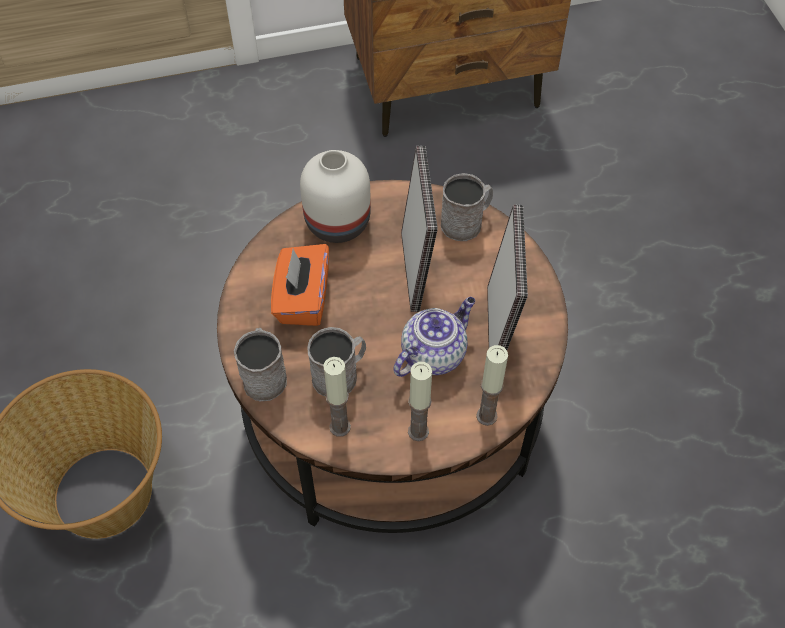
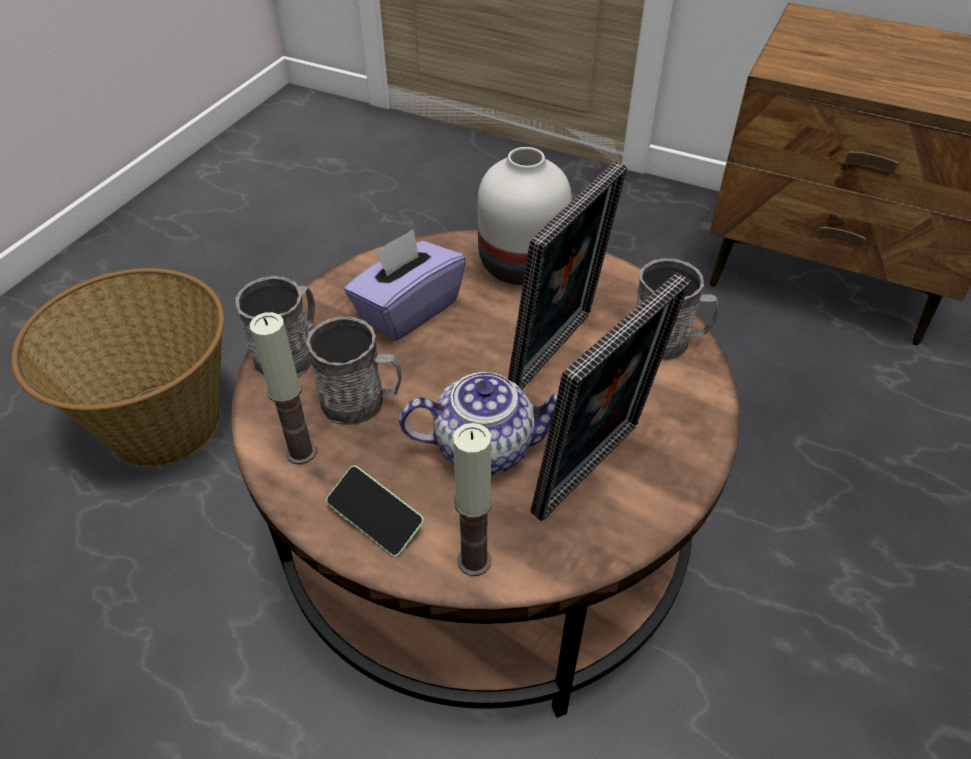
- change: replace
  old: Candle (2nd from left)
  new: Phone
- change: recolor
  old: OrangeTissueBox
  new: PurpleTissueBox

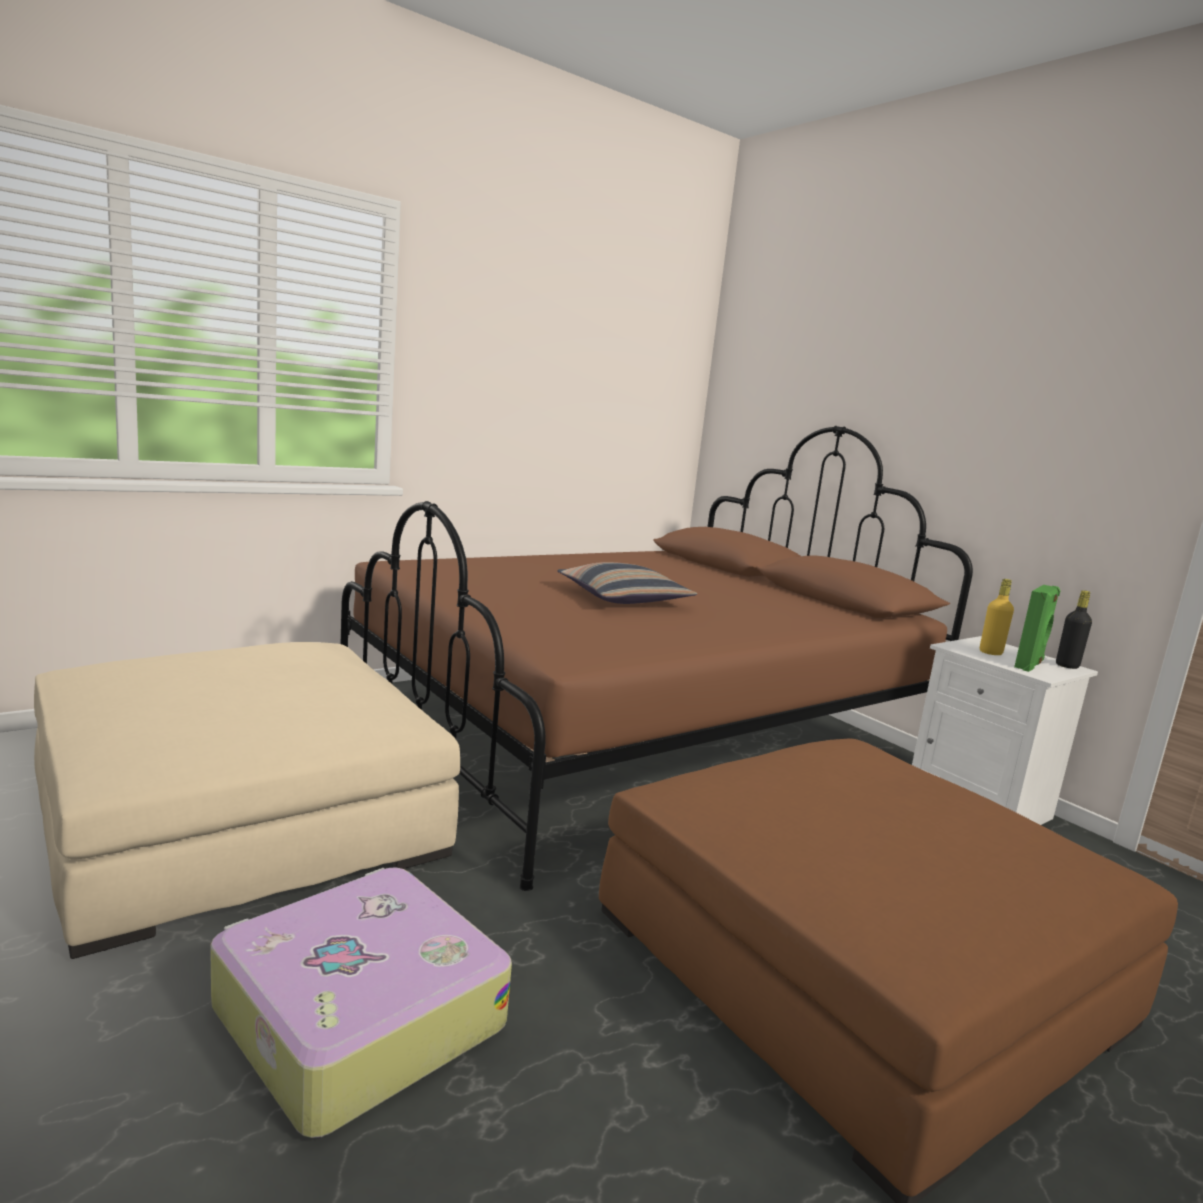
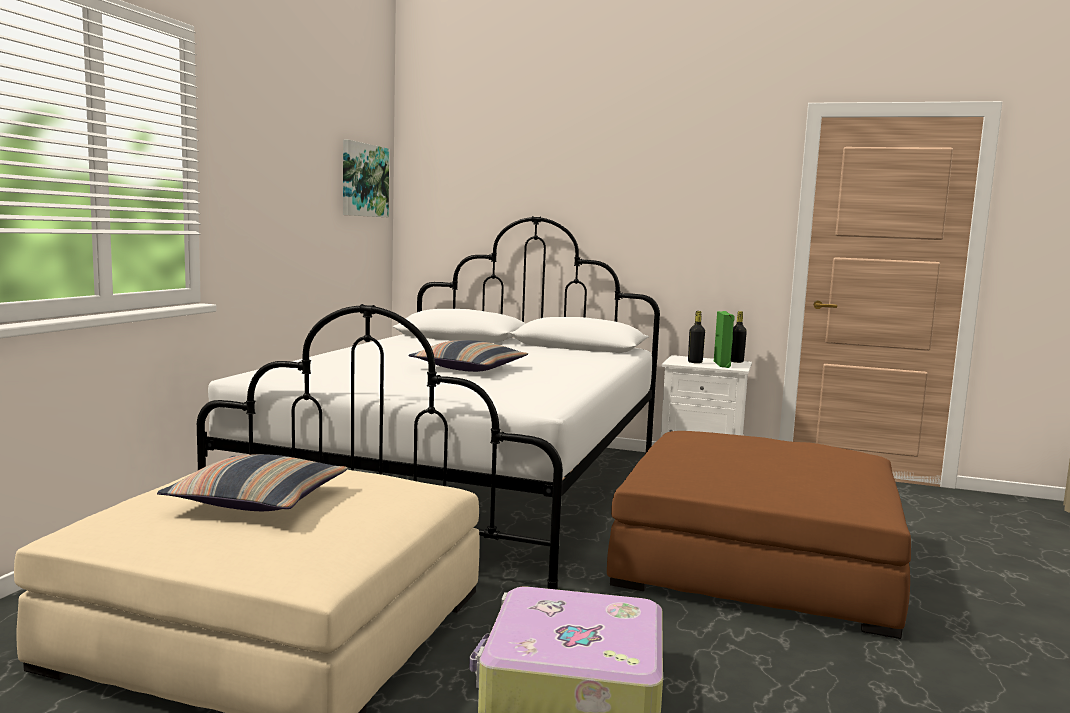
- change: insert
  new: Pillow (1st from left)
- change: recolor
  old: BrownBed
  new: WhiteBed
- change: insert
  new: Picture
- change: recolor
  old: YellowBottle
  new: BlackBottle (1st from left)

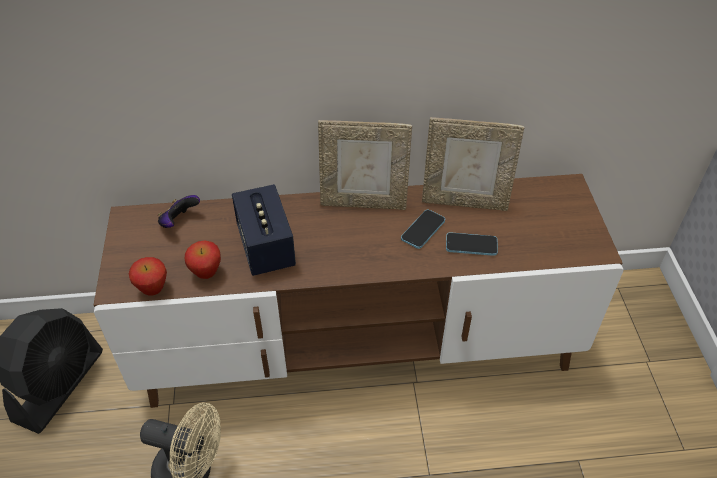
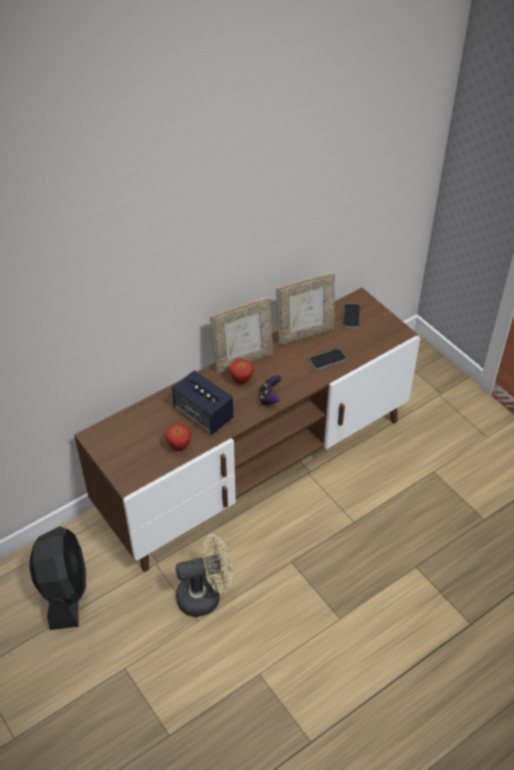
- change: move
  old: Apple (1st from left in the first image)
  new: Apple (2nd from left)
- change: move
  old: GameController
- change: move
  old: Phone (1st from left in the first image)
  new: Phone (2nd from left)

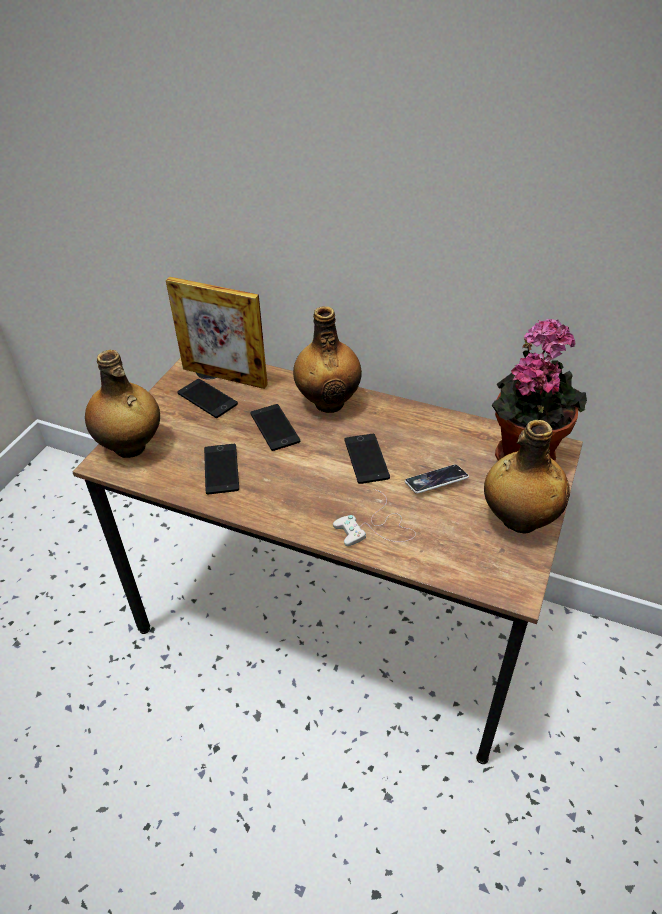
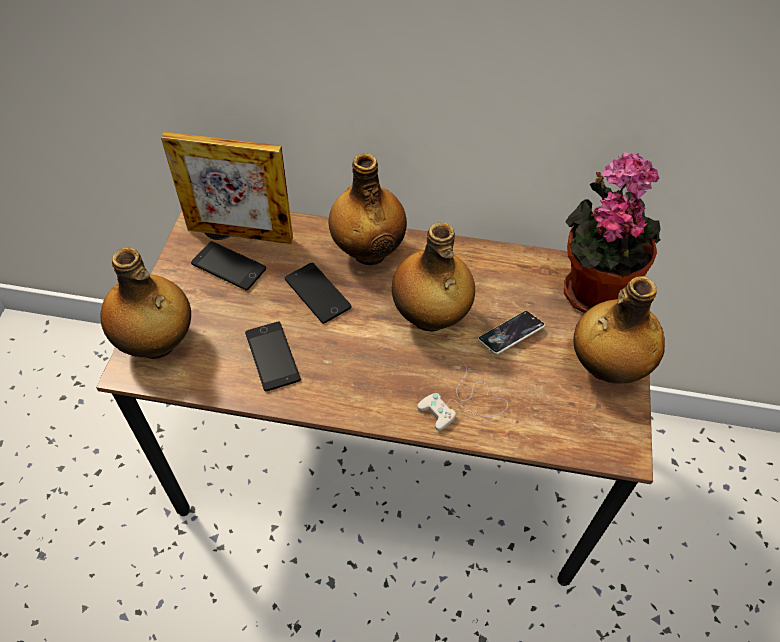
- change: replace
  old: Phone (4th from left)
  new: Bottle (3rd from left)

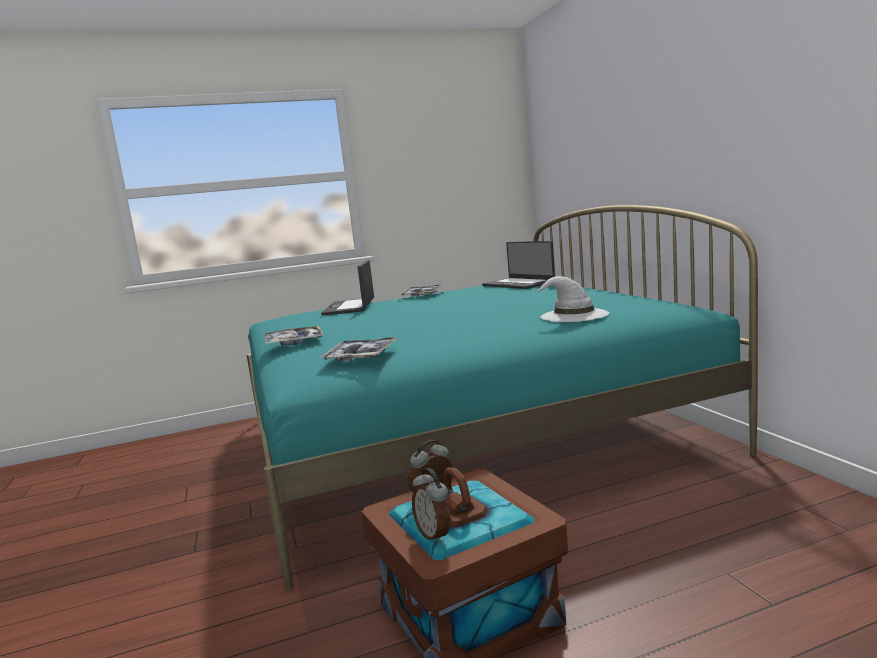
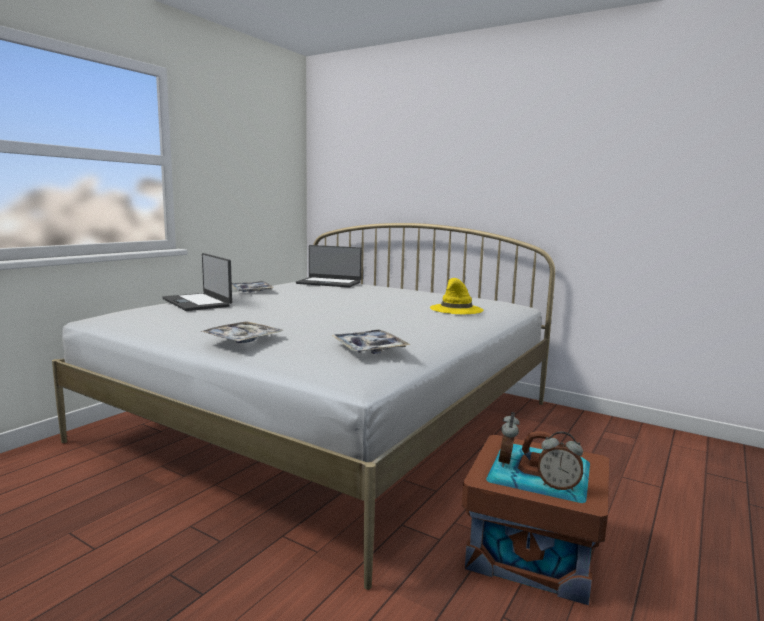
- change: recolor
  old: TurquoiseBed
  new: WhiteBed
- change: recolor
  old: WhiteHat
  new: YellowHat

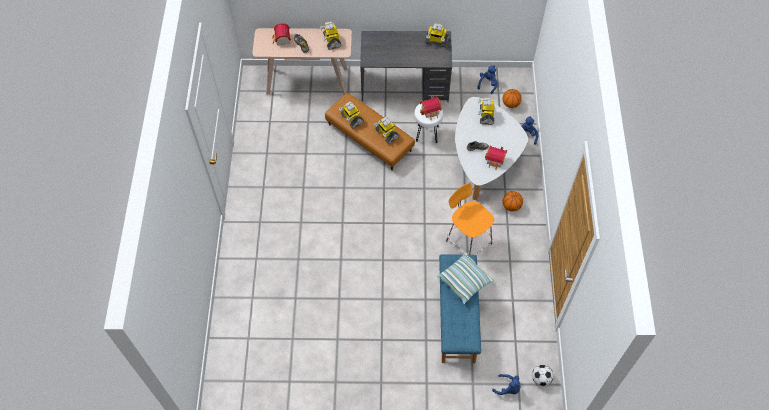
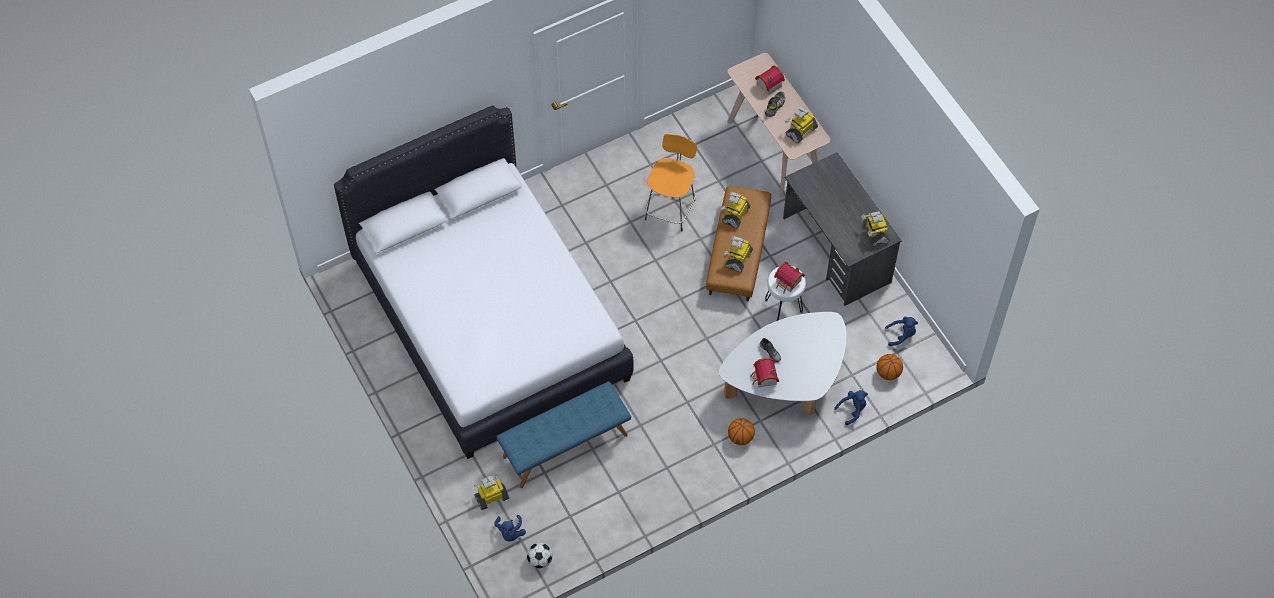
- change: insert
  new: WhiteBed
- change: move
  old: ToyRobot (5th from left in the first image)
  new: ToyRobot (1st from left)
- change: move
  old: OrangeStool
- change: delete
  old: Pillow

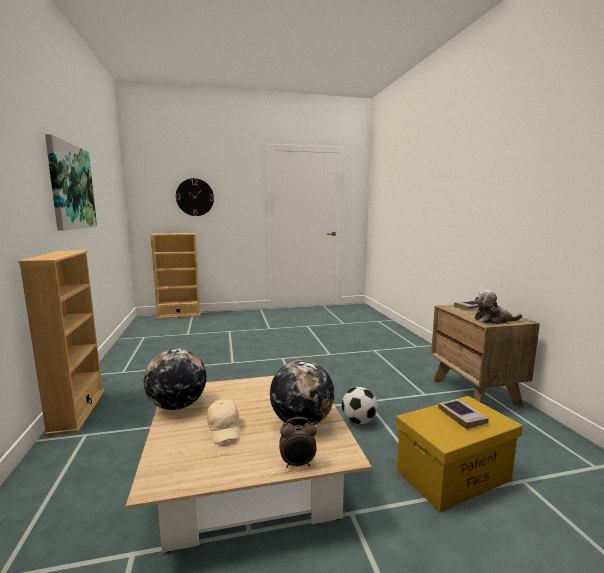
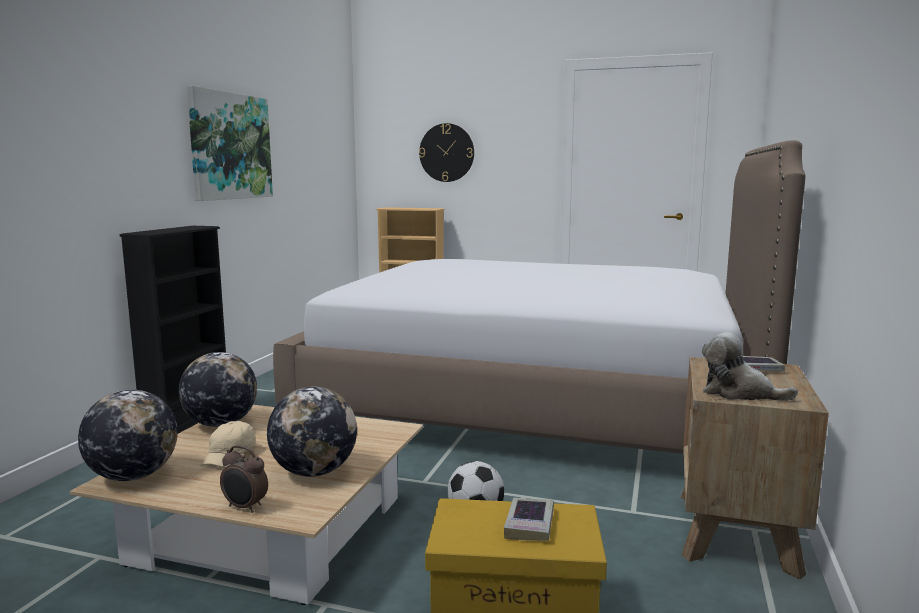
- change: insert
  new: Globe (1st from left)
- change: recolor
  old: BeigeBookcase (1st from left)
  new: BlackBookcase
- change: insert
  new: Bed

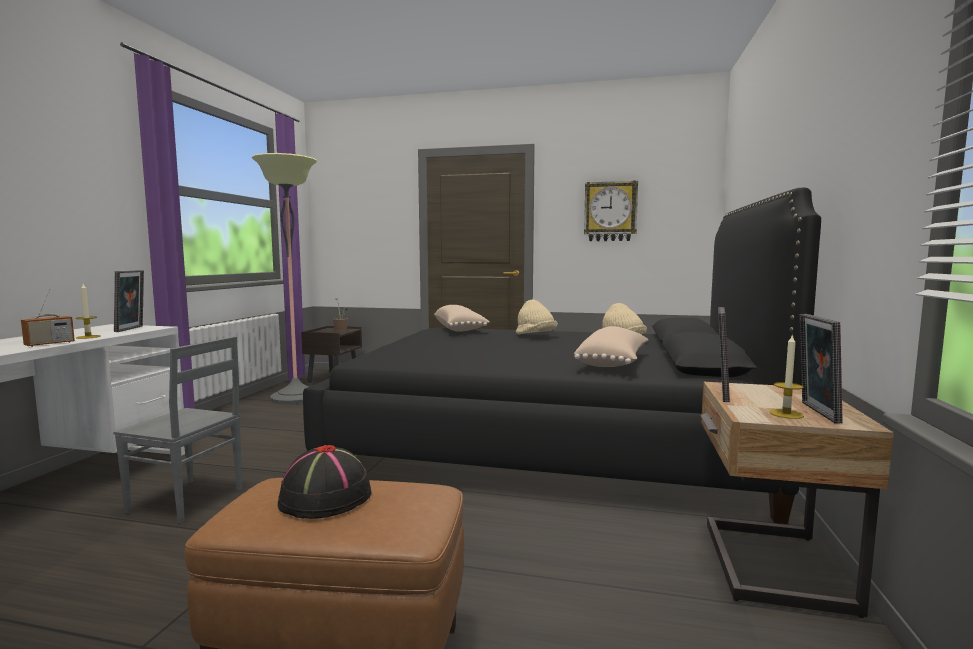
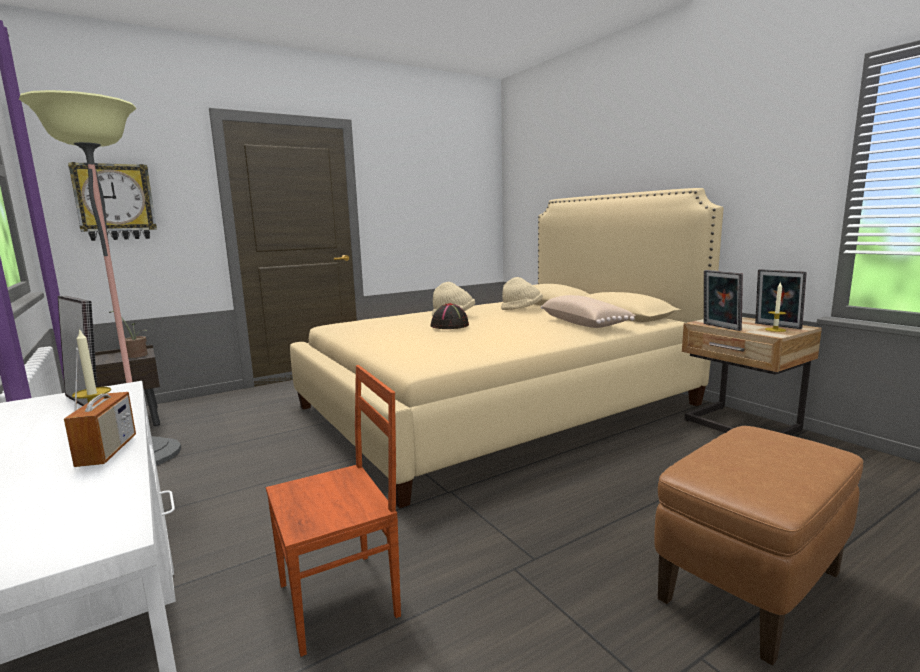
- change: move
  old: WallClock
- change: recolor
  old: GreyChair
  new: BrownChair
- change: recolor
  old: BlackBed
  new: BeigeBed
- change: move
  old: BlackHat
- change: delete
  old: BeigePillow (1st from left)

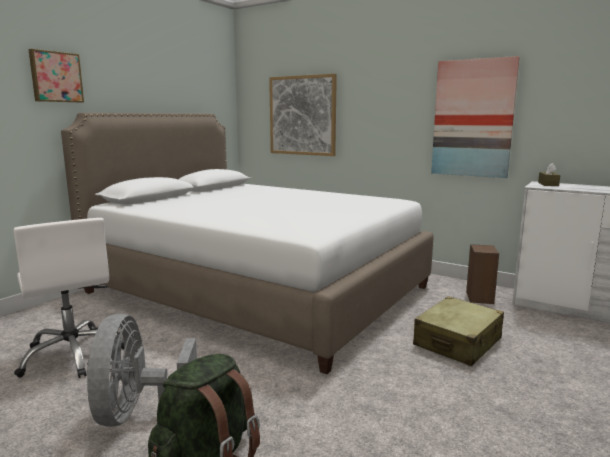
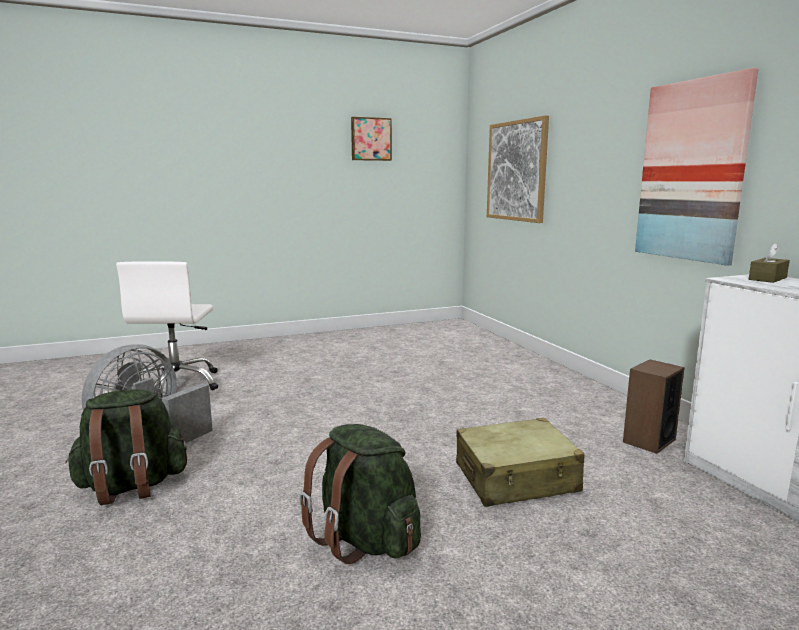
- change: insert
  new: GreenBackpack (2nd from left)
- change: move
  old: Picture (1st from left)
- change: delete
  old: WhiteBed

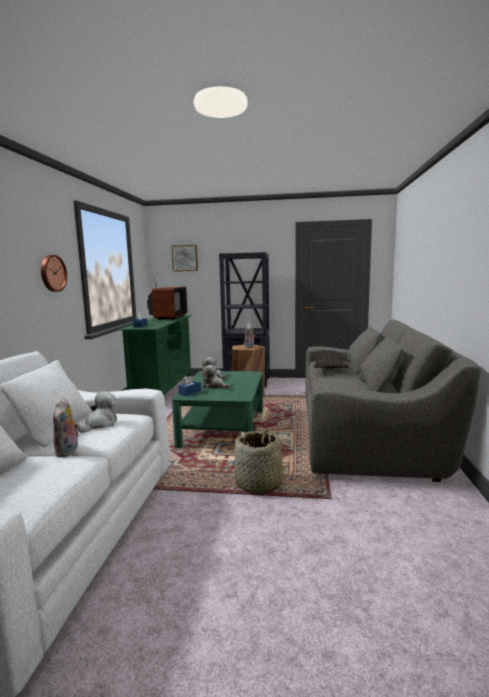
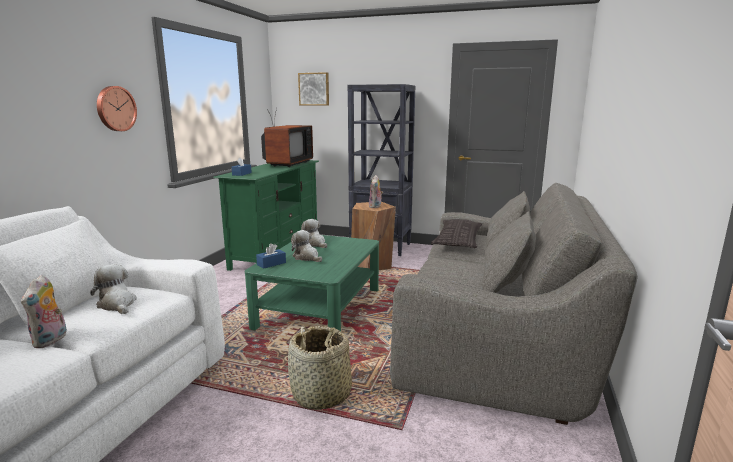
- change: rotate
  old: PlushToy (2nd from left)
  degrees: -75

